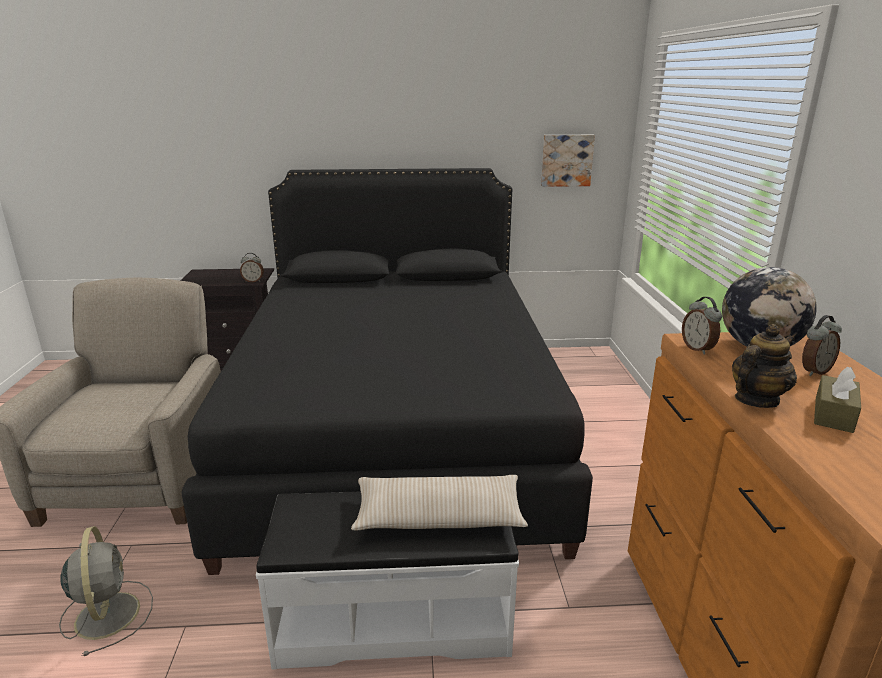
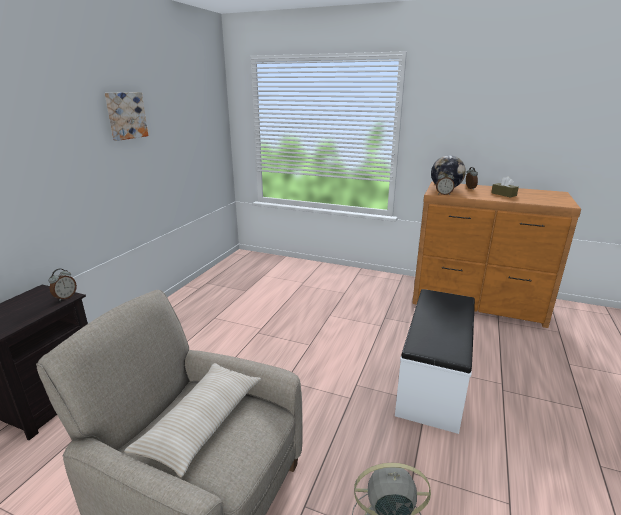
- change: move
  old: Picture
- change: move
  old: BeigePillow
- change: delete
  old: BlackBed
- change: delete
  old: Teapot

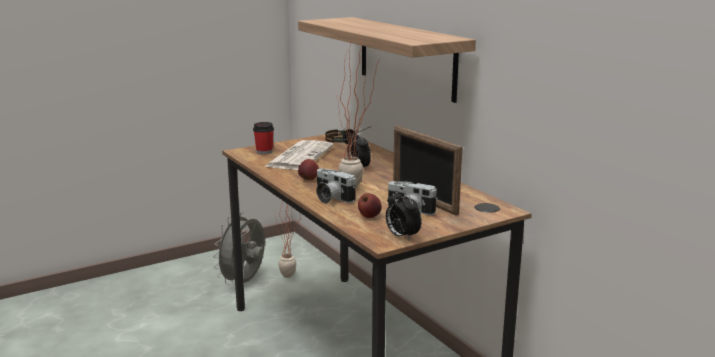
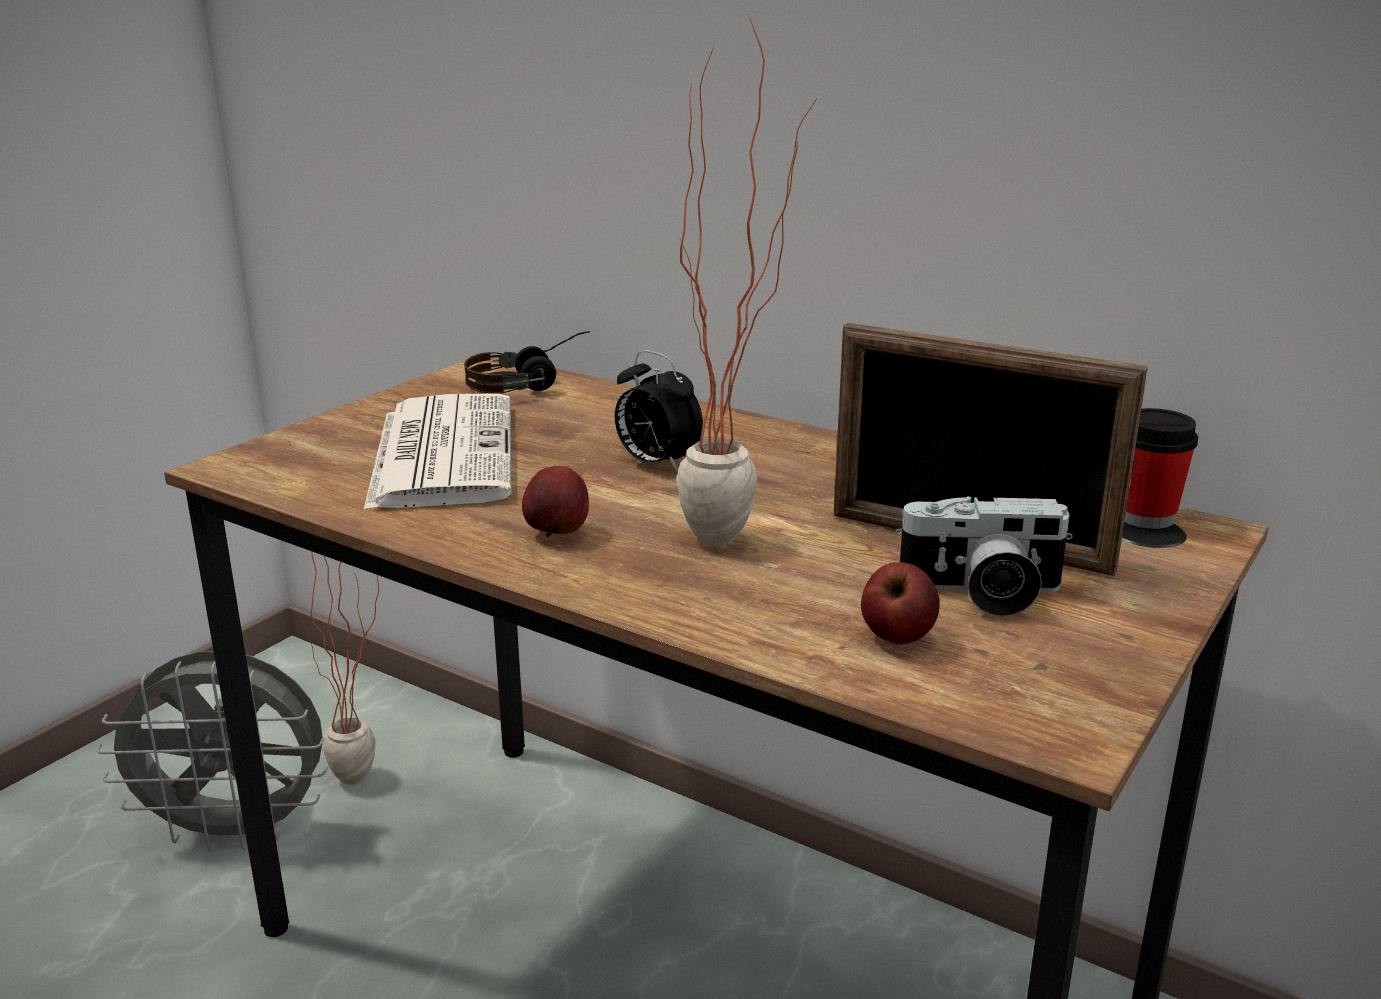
- change: rotate
  old: GreyFan
  degrees: -90
- change: move
  old: Cup
- change: delete
  old: Shelf
- change: delete
  old: PhotoCamera (1st from left)
- change: delete
  old: AlarmClock (2nd from left)

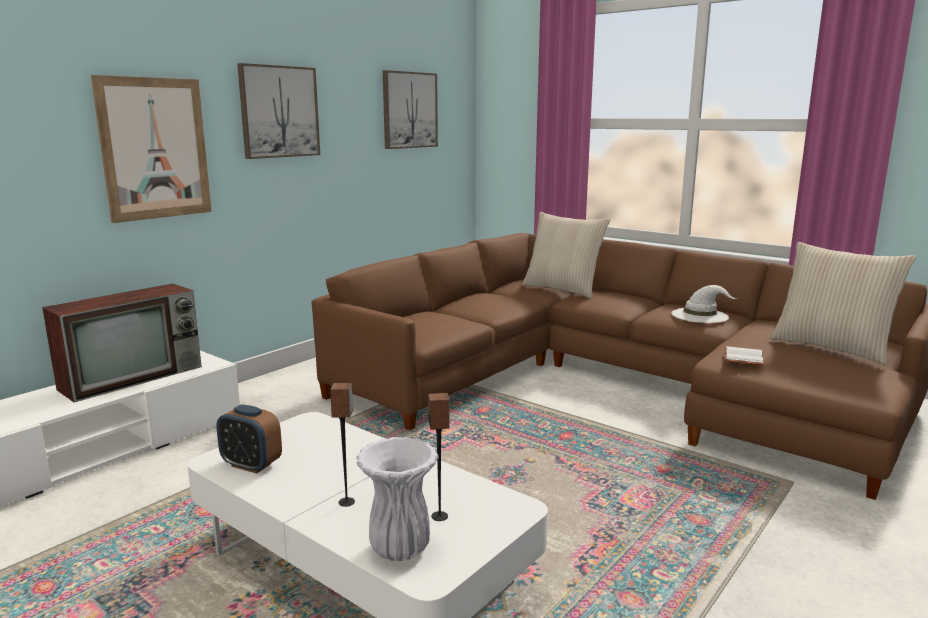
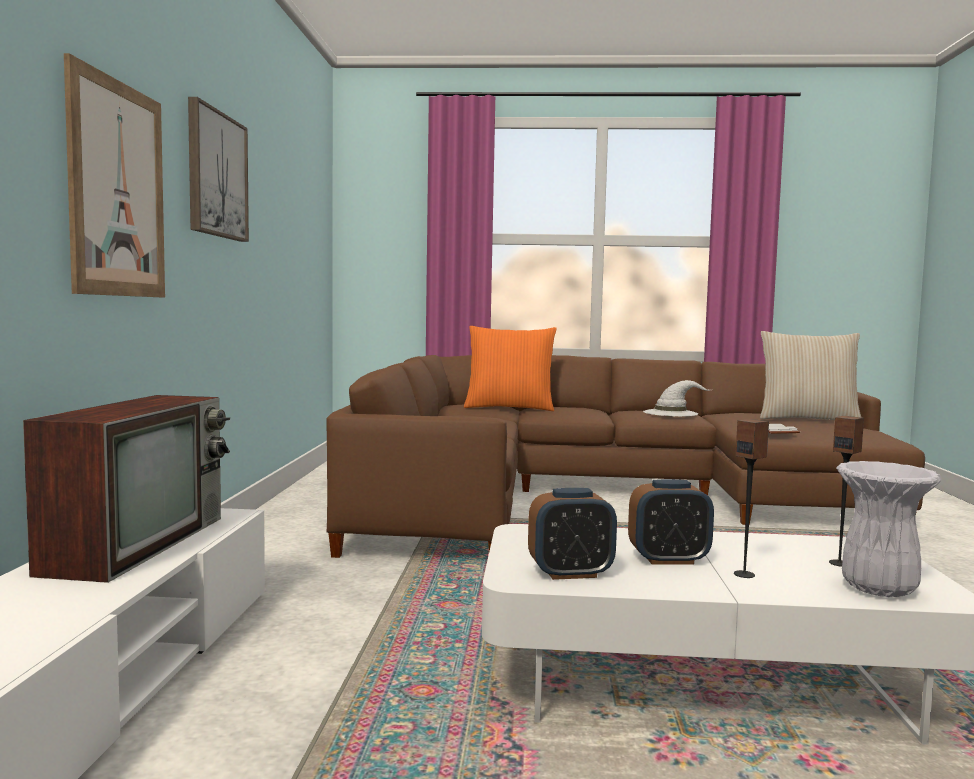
- change: recolor
  old: BeigePillow (1st from left)
  new: OrangePillow
- change: insert
  new: AlarmClock (2nd from left)
- change: delete
  old: Picture (3rd from left)

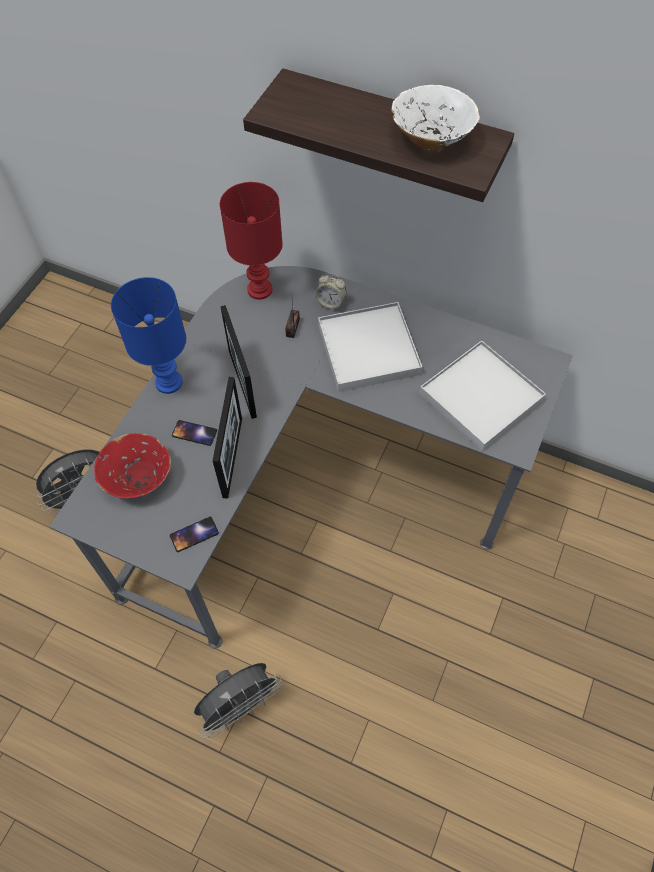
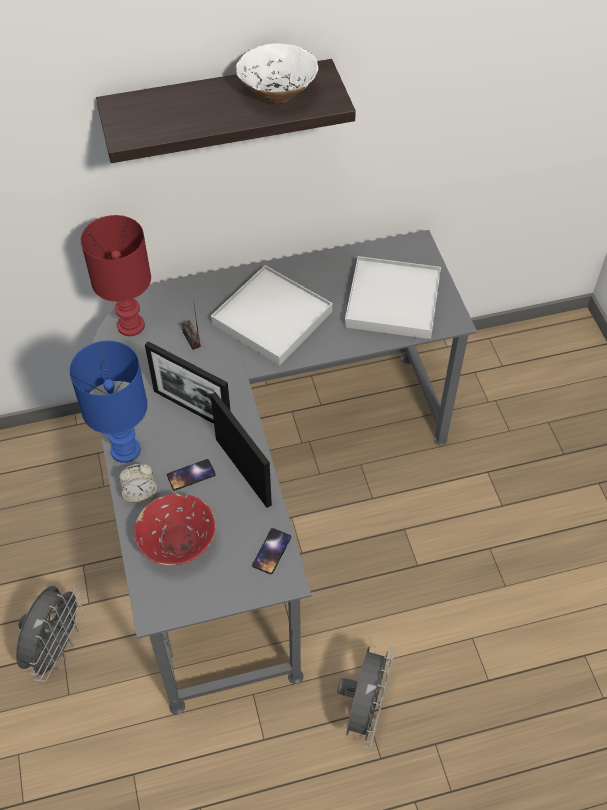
- change: move
  old: AlarmClock

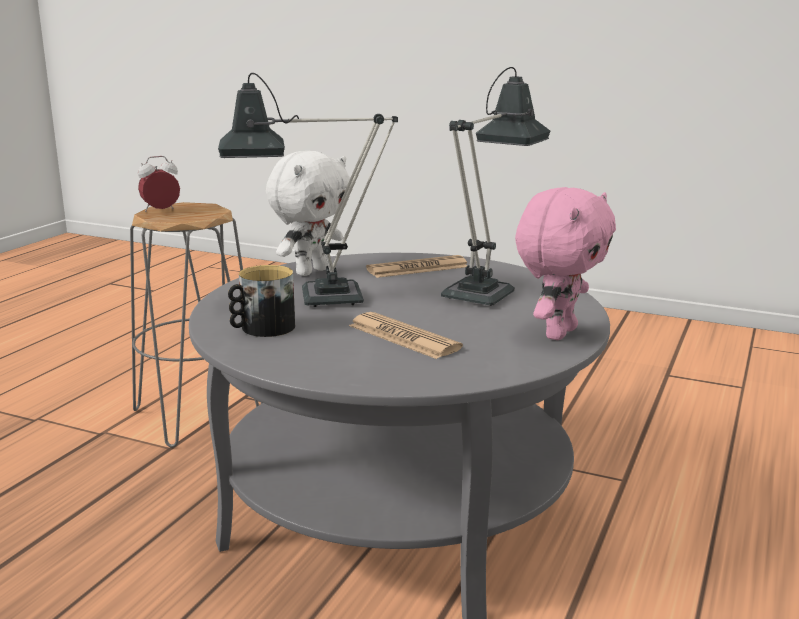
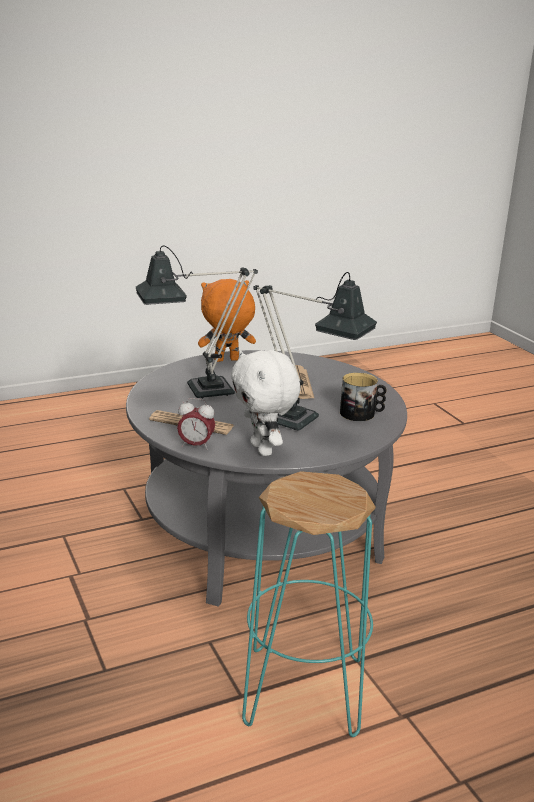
- change: move
  old: AlarmClock
- change: recolor
  old: PinkPlushToy
  new: OrangePlushToy
- change: rotate
  old: WhitePlushToy
  degrees: -105
- change: recolor
  old: GreyStool
  new: TurquoiseStool

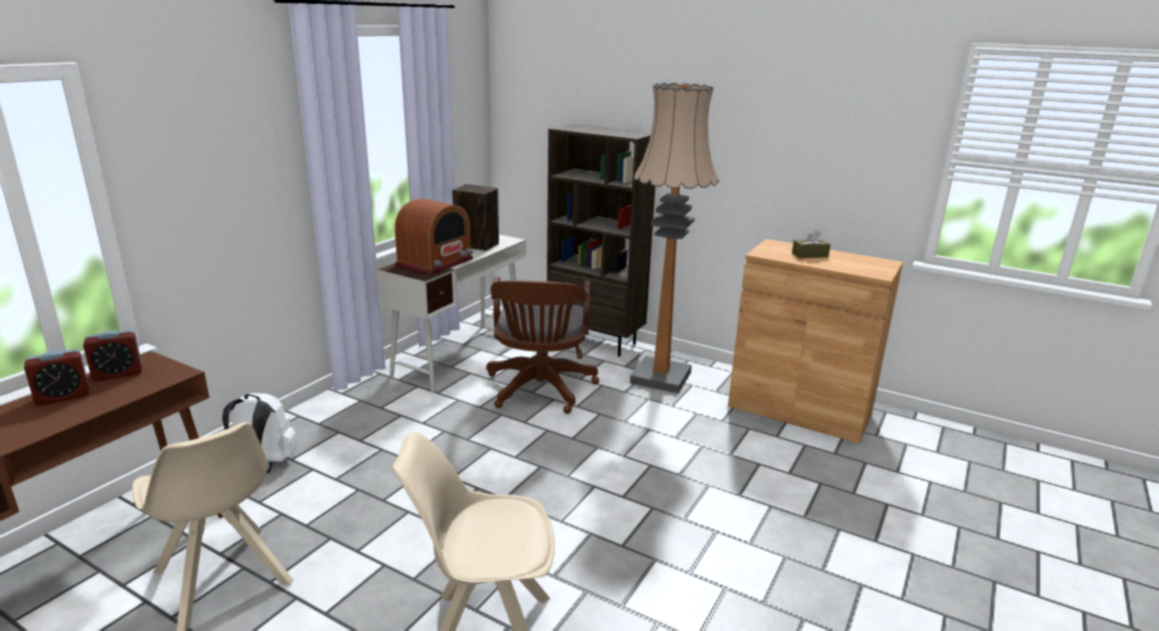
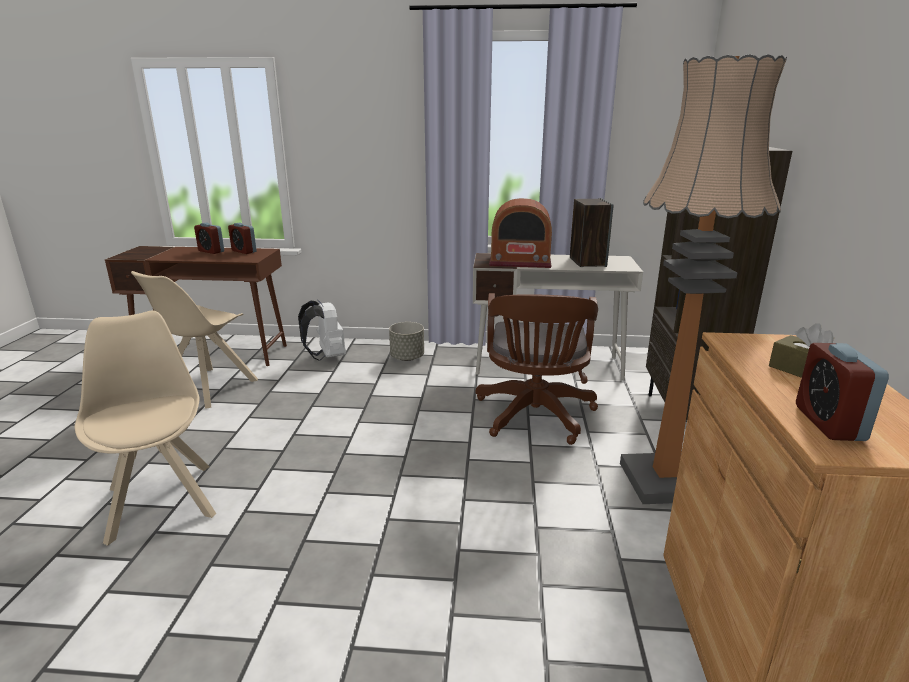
- change: insert
  new: GreyPlanter
- change: rotate
  old: BrownOfficeChair
  degrees: -60
- change: insert
  new: AlarmClock (3rd from left)

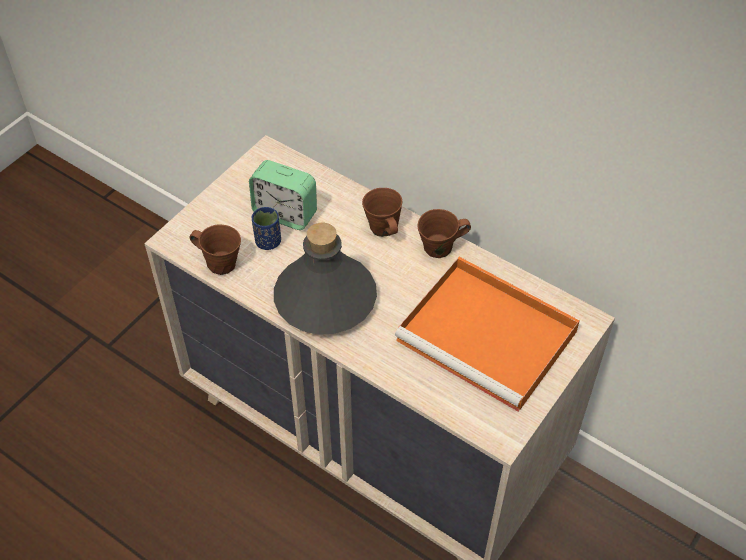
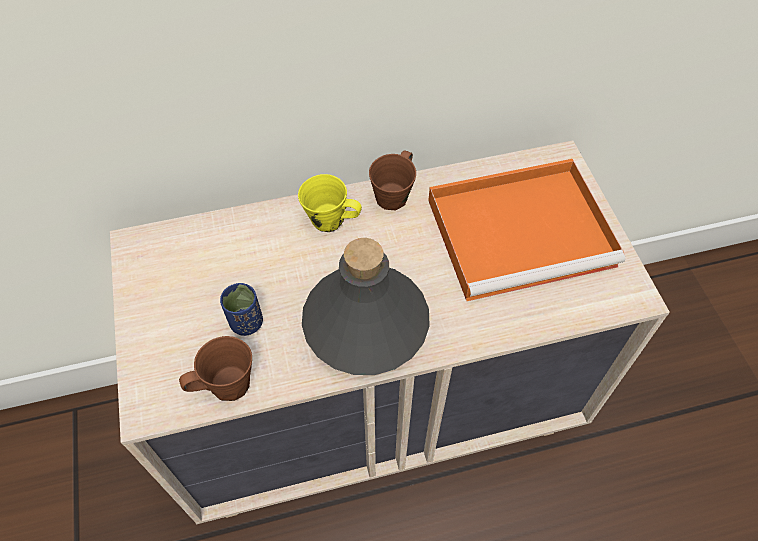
- change: recolor
  old: BrownMug (2nd from left)
  new: YellowMug
- change: delete
  old: AlarmClock

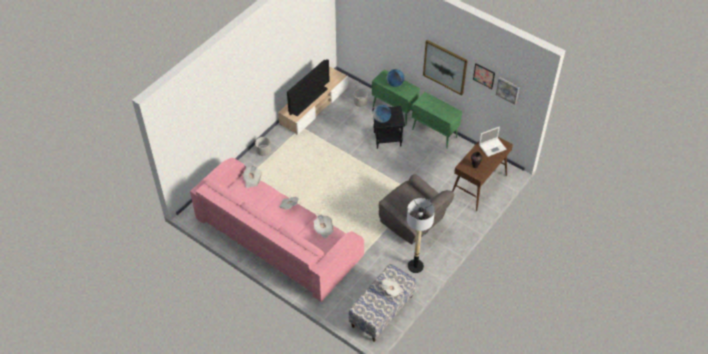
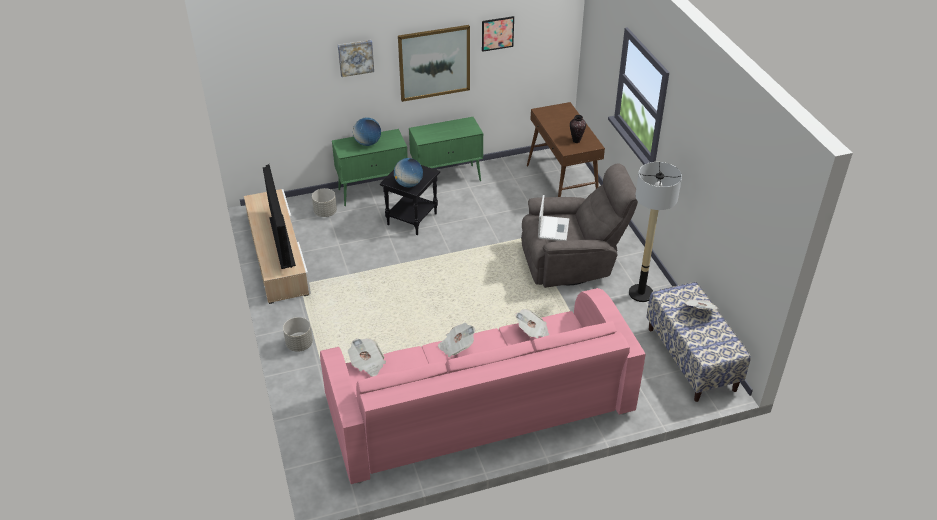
- change: move
  old: Picture (3rd from left in the first image)
  new: Picture (1st from left)
- change: move
  old: Laptop

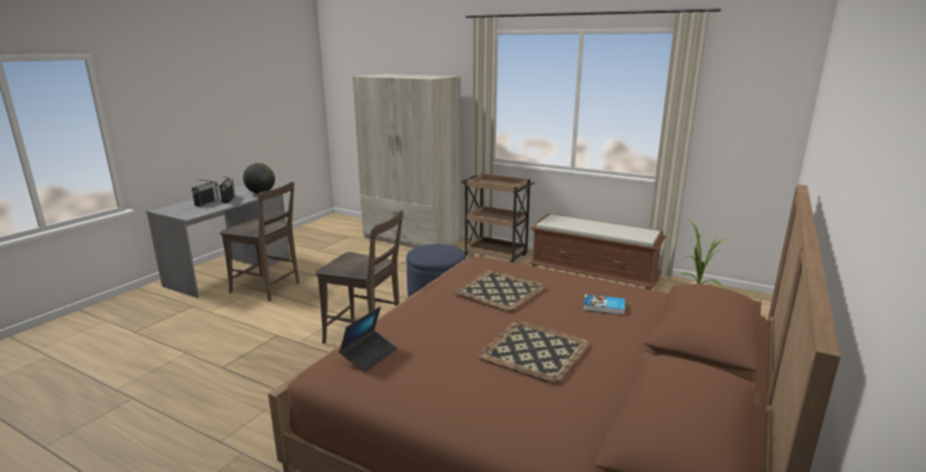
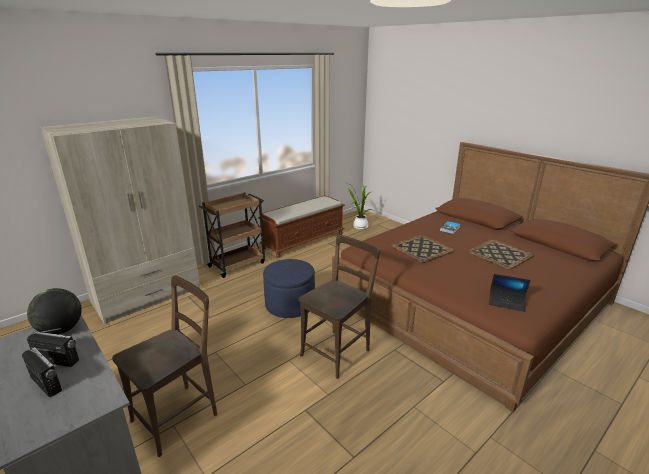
- change: rotate
  old: Laptop
  degrees: 150

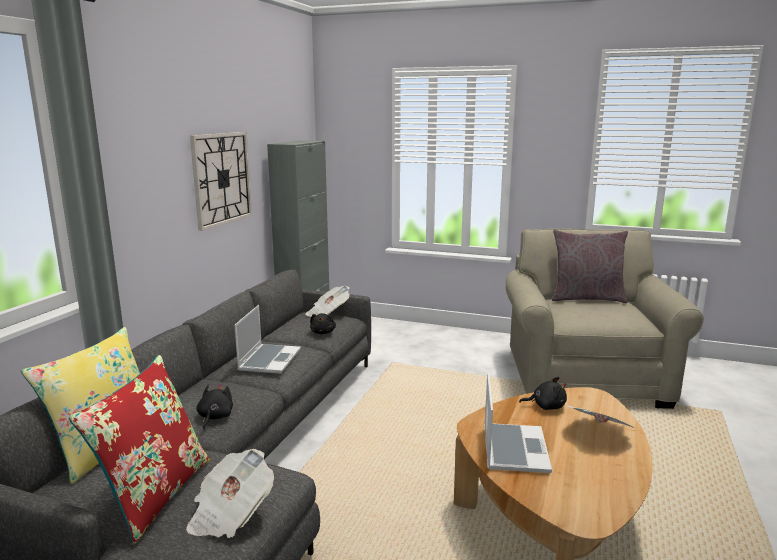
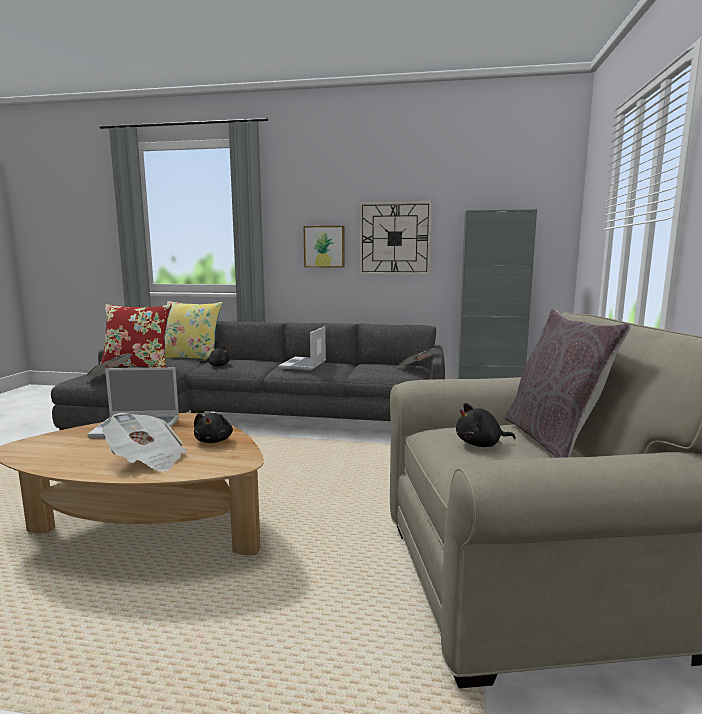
- change: rotate
  old: Laptop (1st from left in the first image)
  degrees: 105
- change: insert
  new: Picture
- change: move
  old: BlackPlushToy (2nd from left in the first image)
  new: BlackPlushToy (3rd from left)

